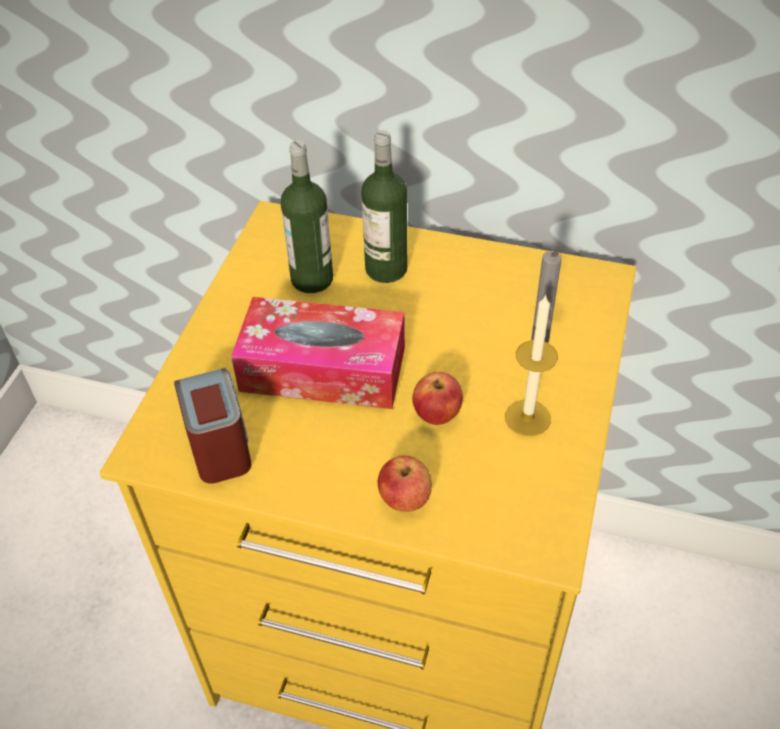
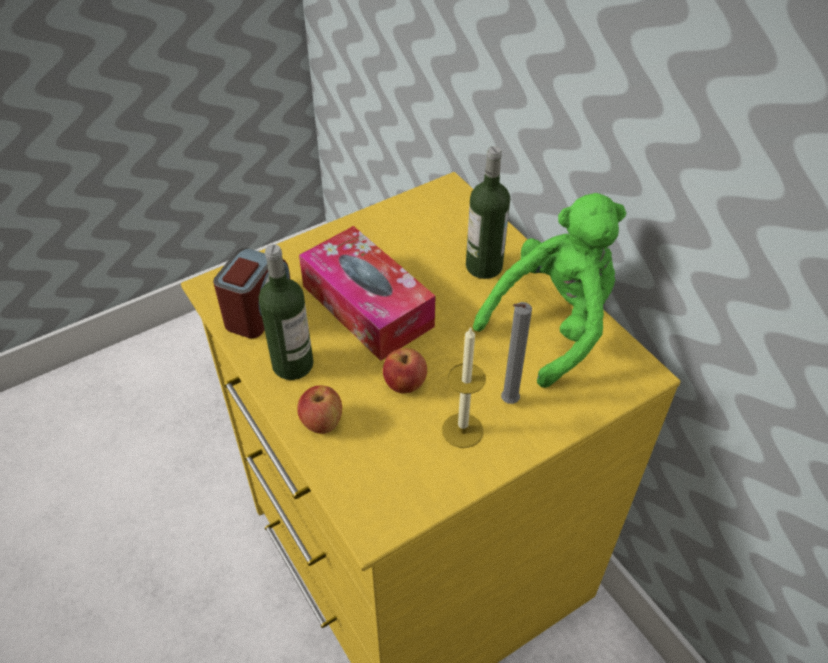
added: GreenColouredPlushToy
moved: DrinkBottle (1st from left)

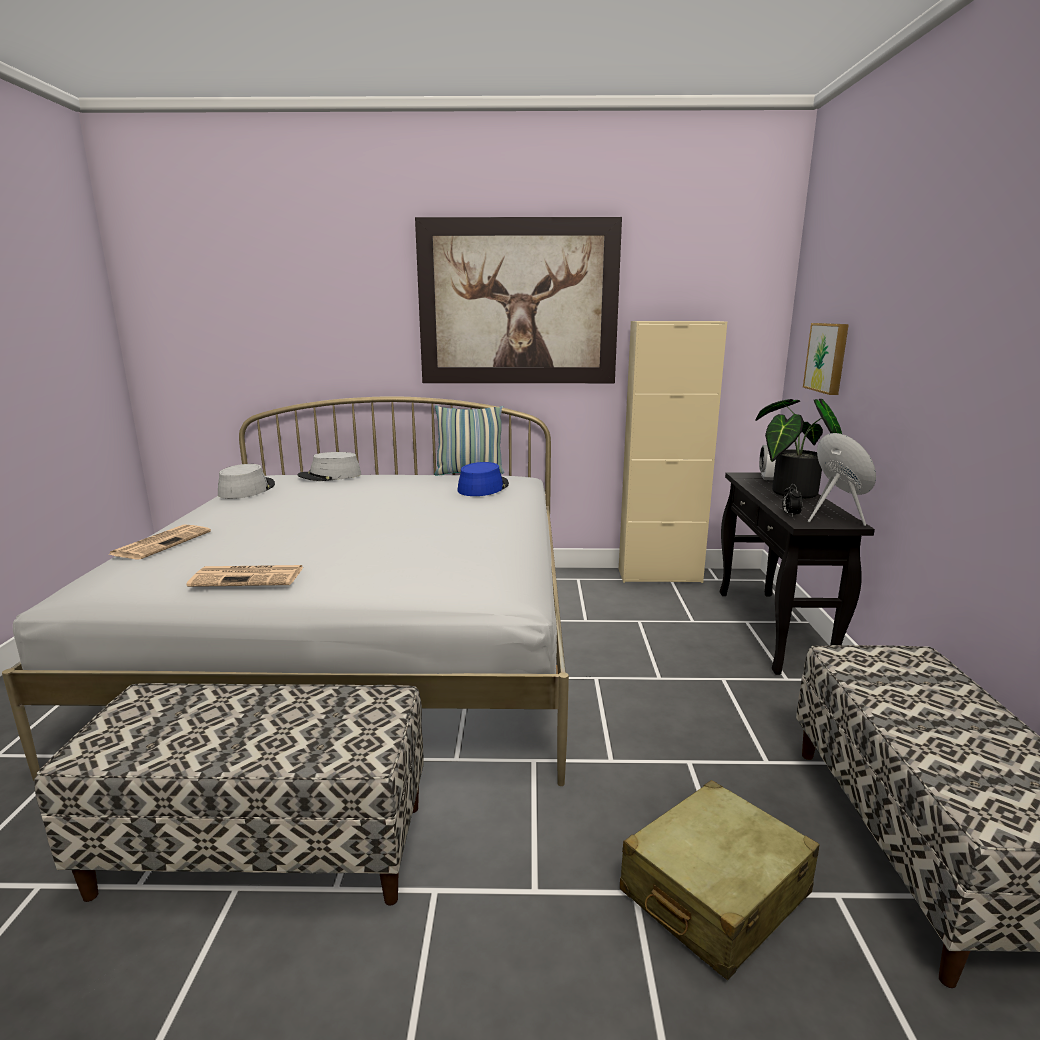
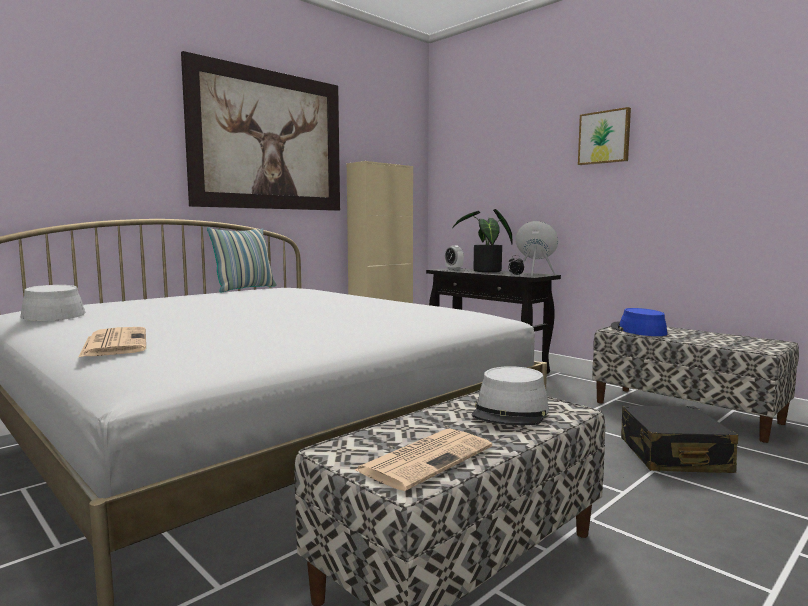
moved: PrintedPaper (2nd from left); GreyishWearableHat (2nd from left); Picture (2nd from left); BlueColouredWearableHat
recoloured: SandColouredSuitcase to BlackishSuitcase

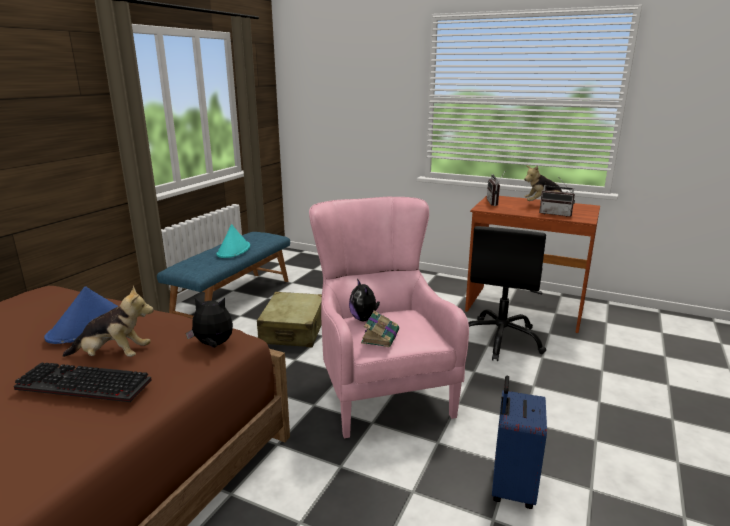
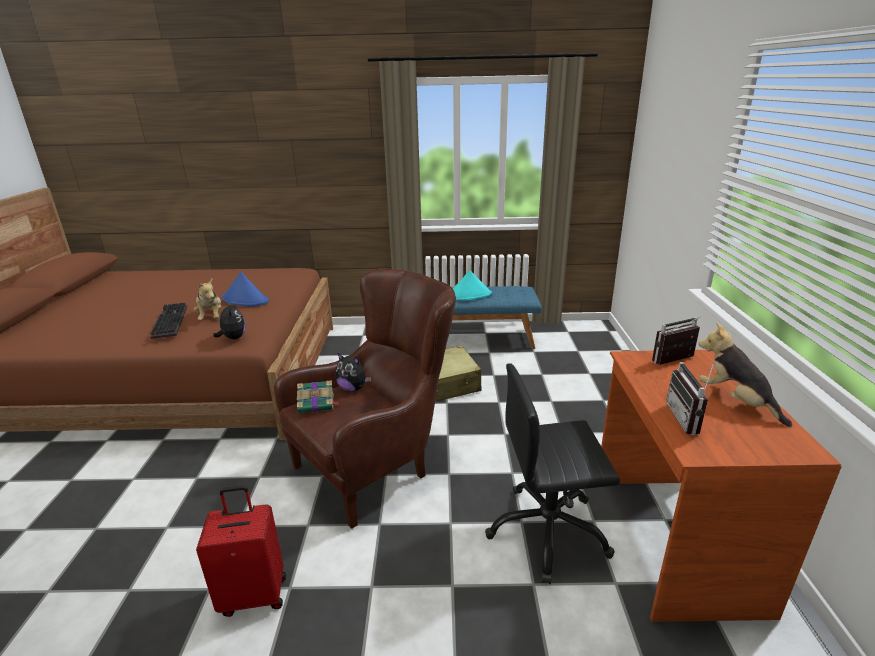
recoloured: BlueColouredSuitcase to RedSuitcase; PinkColouredArmchair to BrownColouredArmchair
turned: PlushToy (3rd from left) 105 degrees counterclockwise

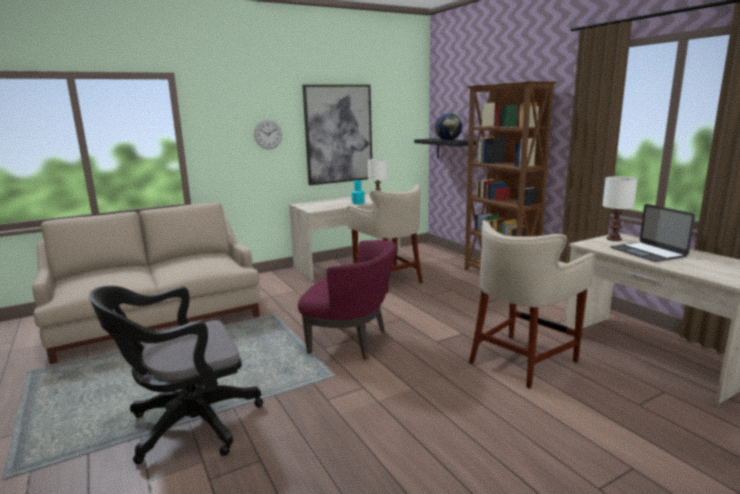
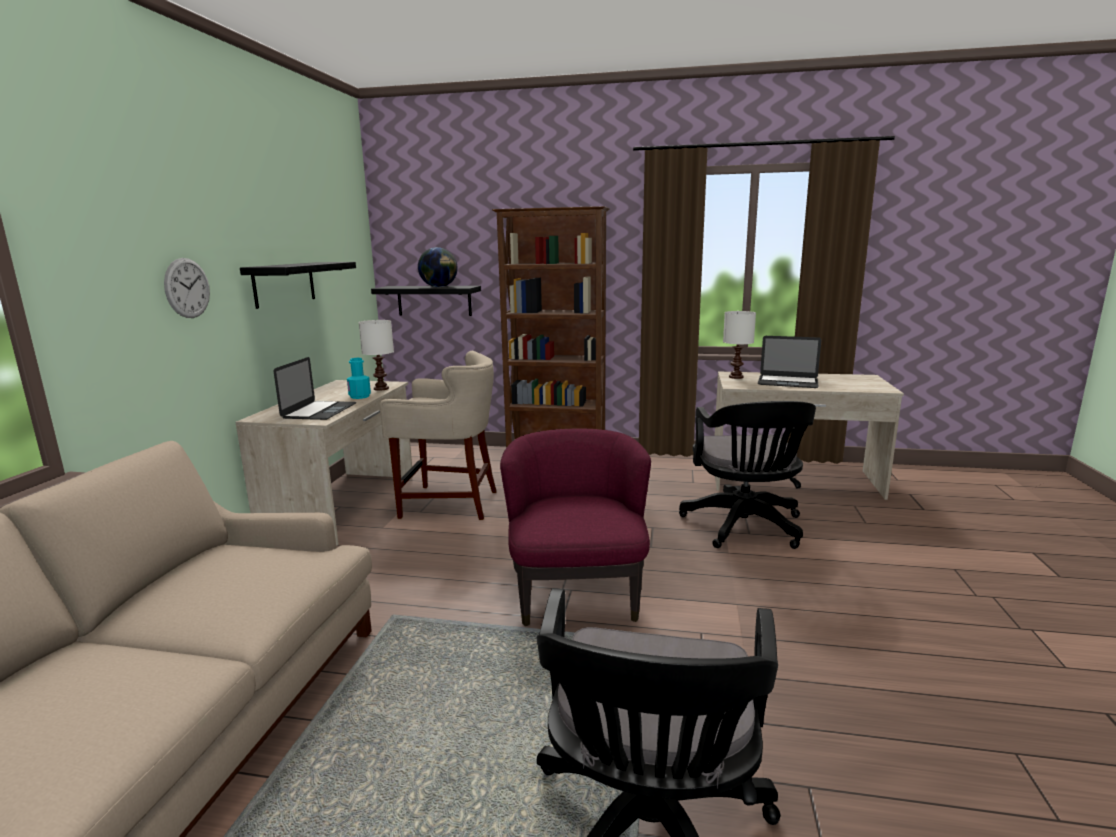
added: Laptop (1st from left)
replaced: Picture to BlackishBracketShelf (1st from left); SandColouredStoolSeat (2nd from left) to BlackishComputerChair (2nd from left)
turned: PurpleColouredArmchair 60 degrees counterclockwise

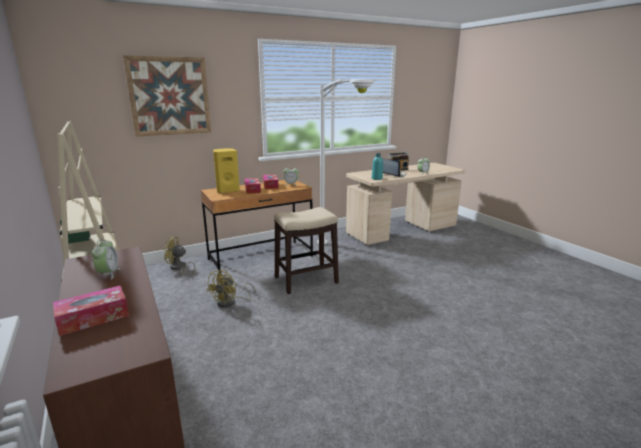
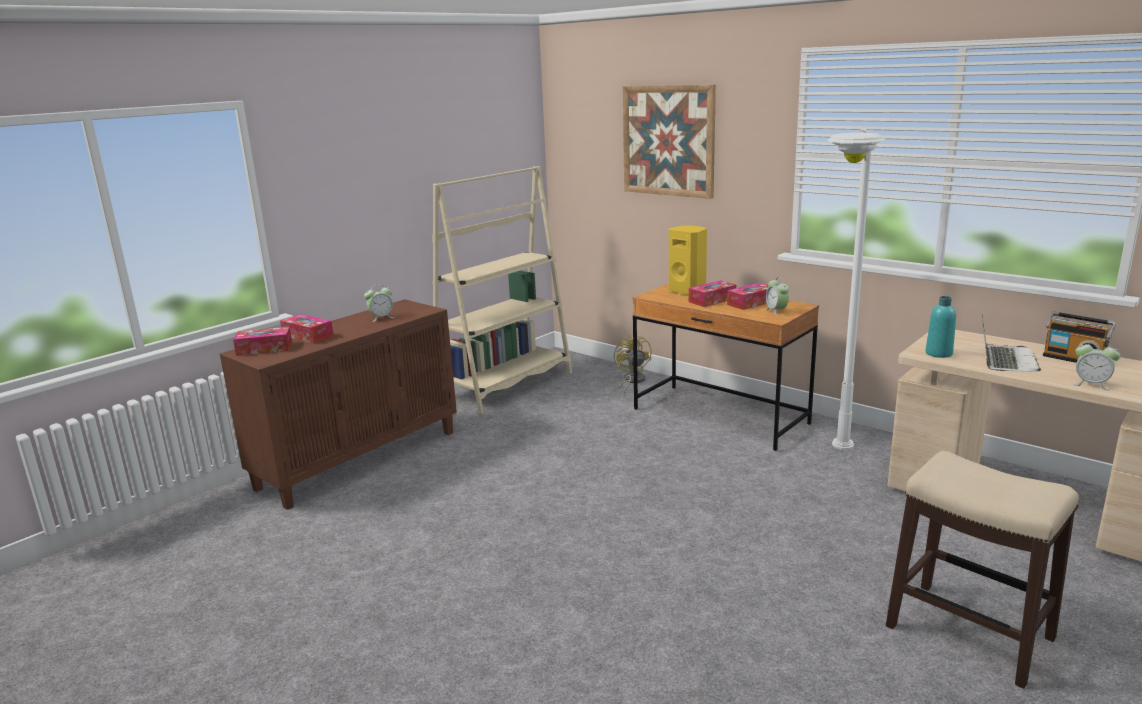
removed: YellowFan (2nd from left)
added: TissueHolder (1st from left)
moved: StoolSeat

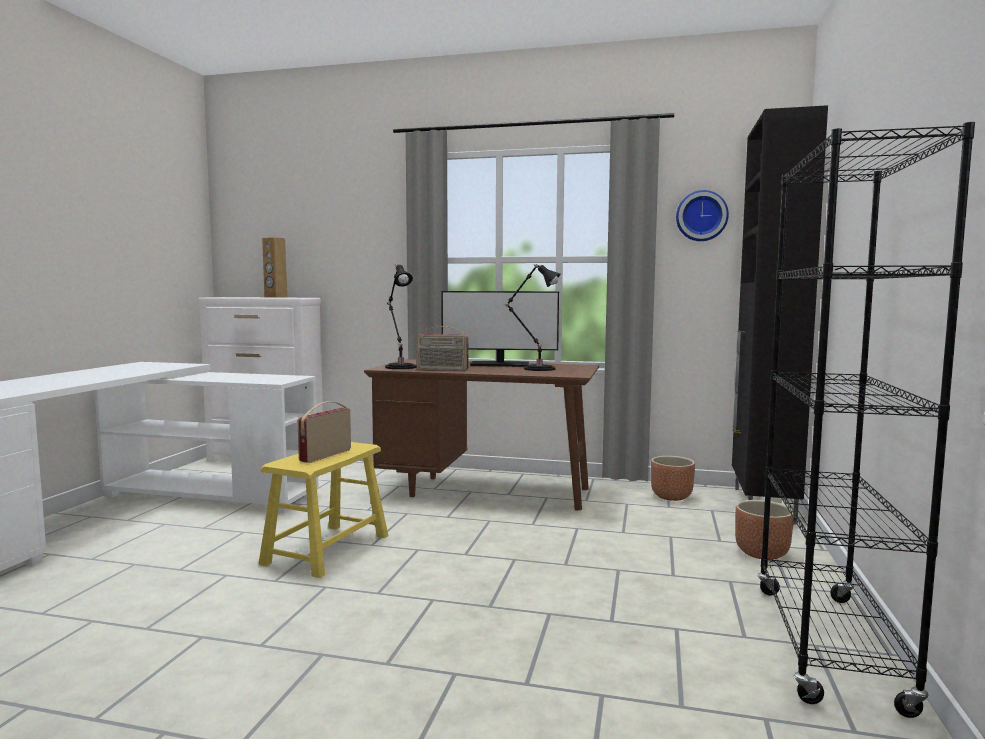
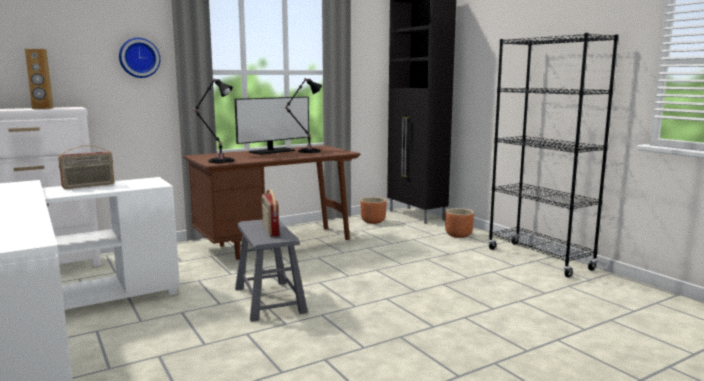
moved: RadioSet (2nd from left in the first image) to RadioSet (1st from left); HangingClock
recoloured: YellowStoolSeat to GreyishStoolSeat

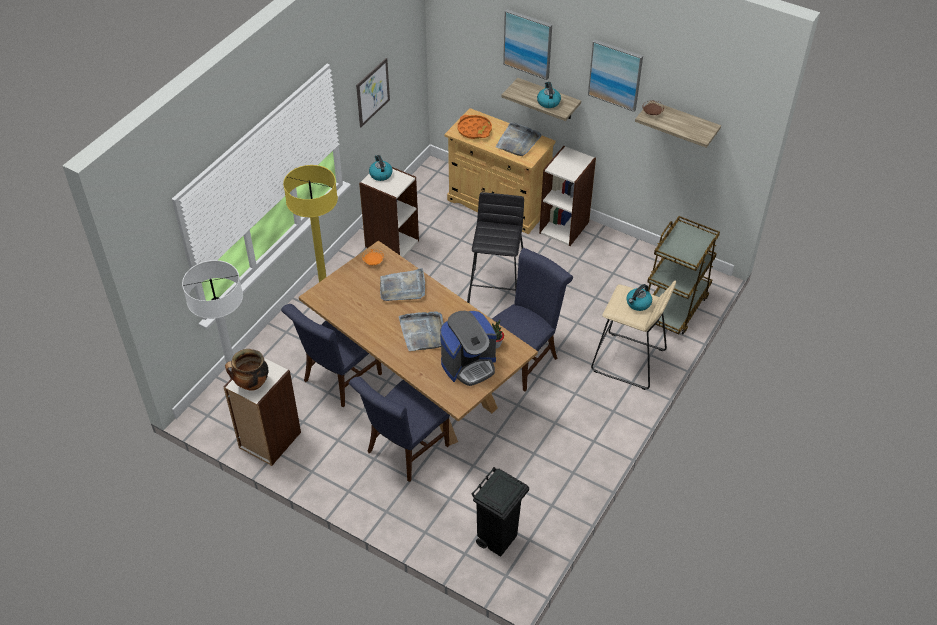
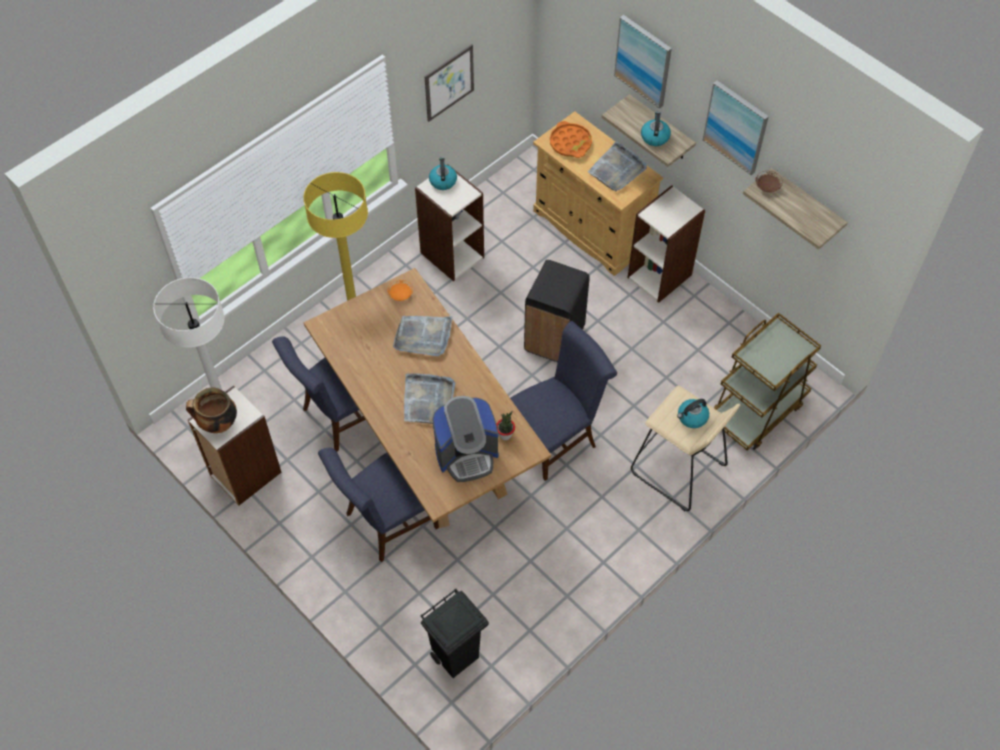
replaced: BlackishStoolSeat to BlackishWasteBin (2nd from left)

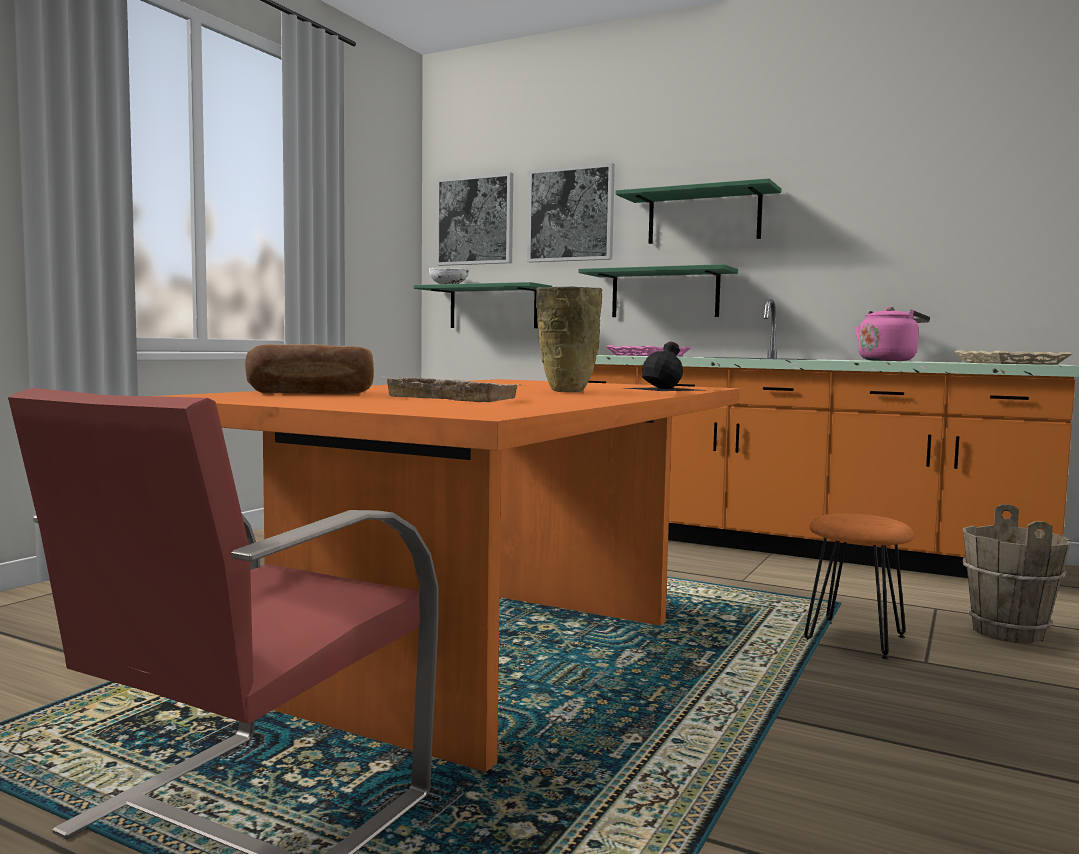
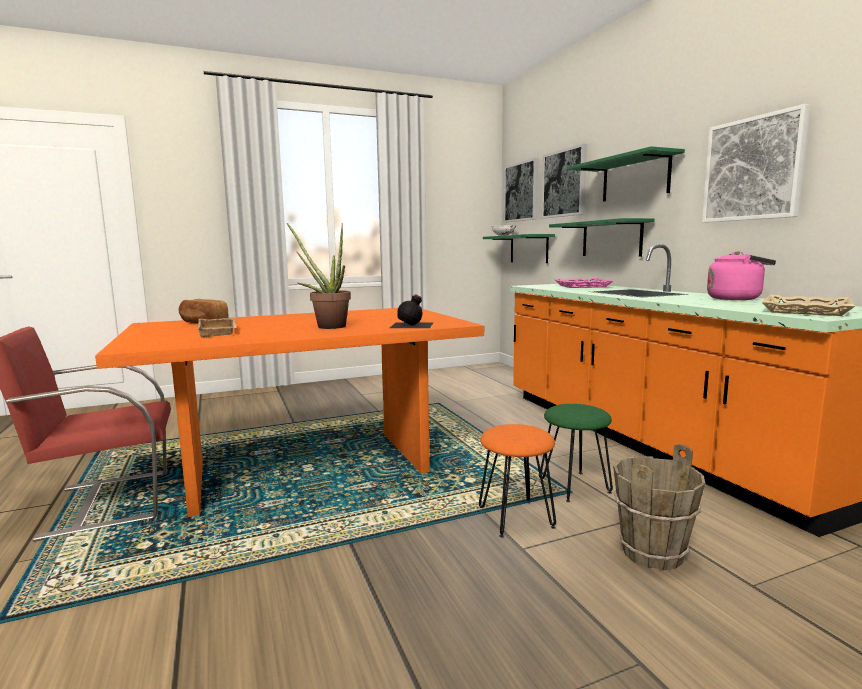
added: GreenColouredStoolSeat; Picture (3rd from left)
replaced: SandColouredDecorativeVase to Houseplant

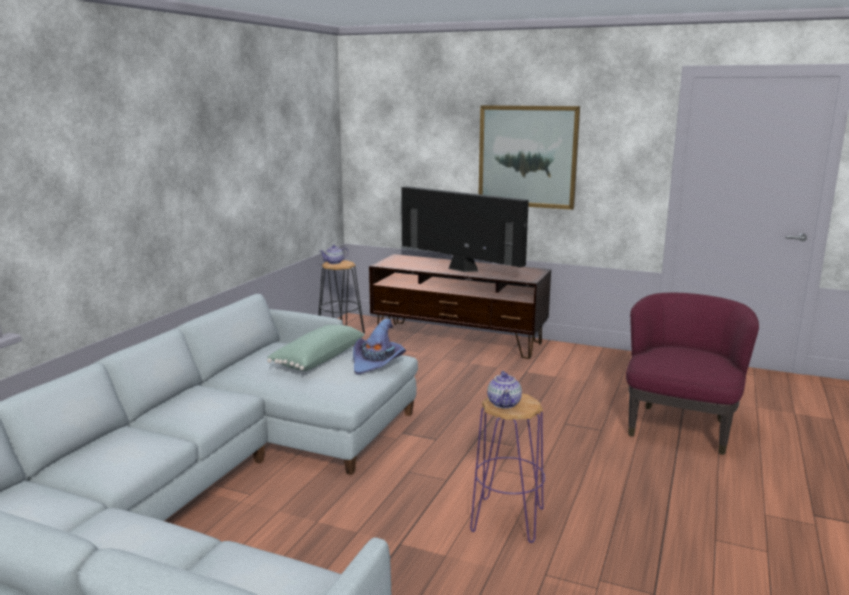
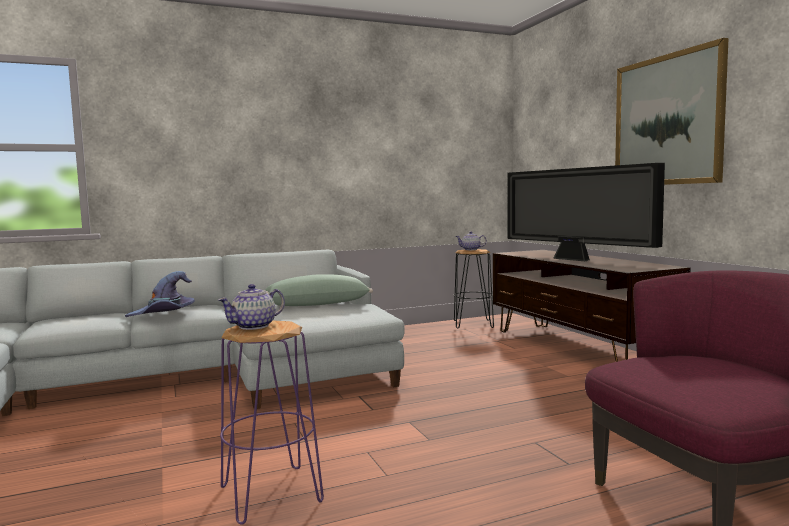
moved: PurpleColouredWearableHat
turned: Television 150 degrees clockwise

